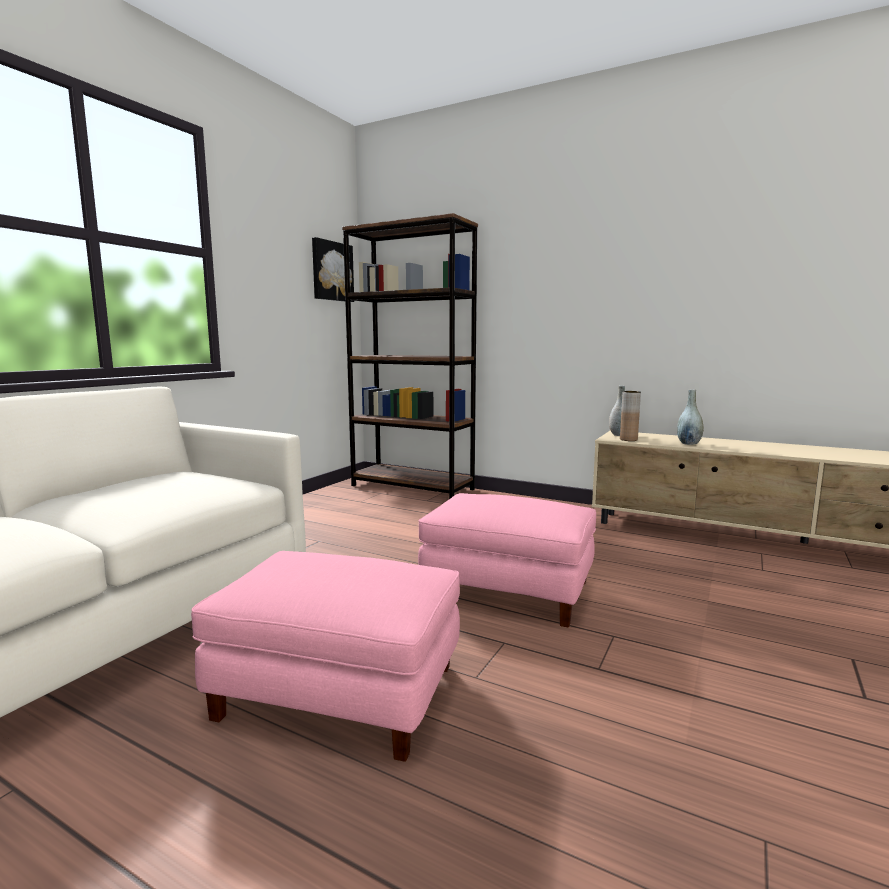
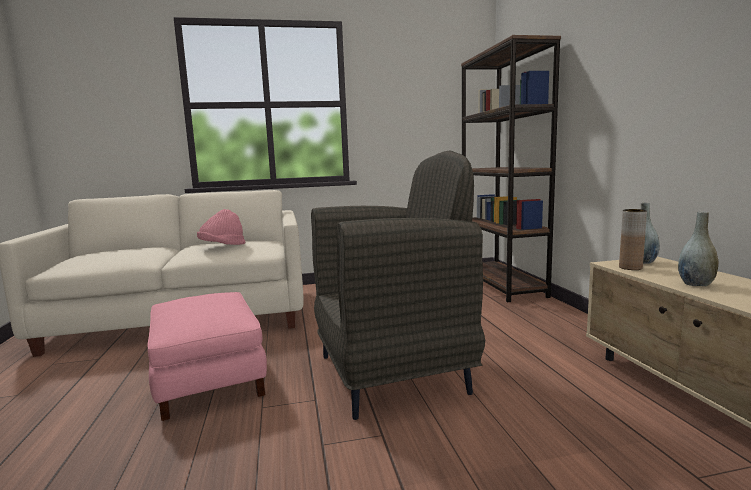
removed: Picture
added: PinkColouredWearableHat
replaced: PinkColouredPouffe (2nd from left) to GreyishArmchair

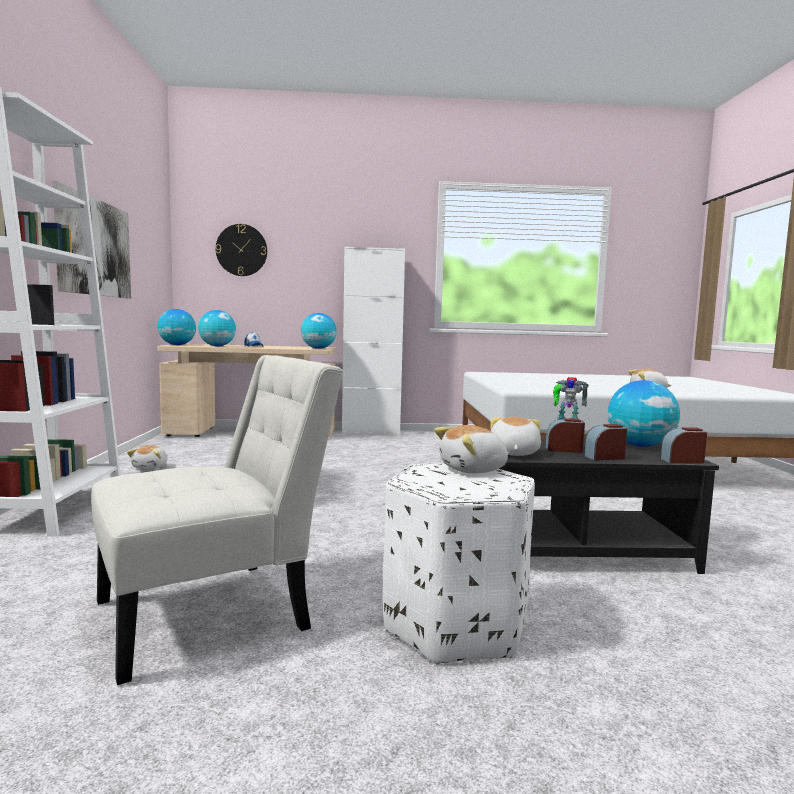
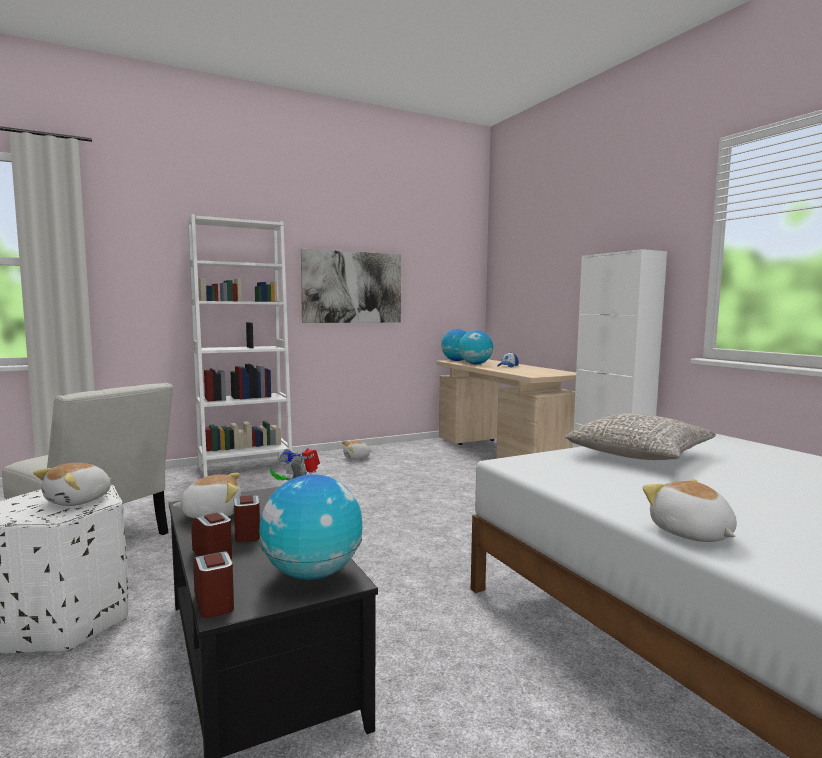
removed: HangingClock; DeskGlobe (3rd from left)
added: GreyishCushion
turned: PlushToy (2nd from left in the first image) 105 degrees counterclockwise

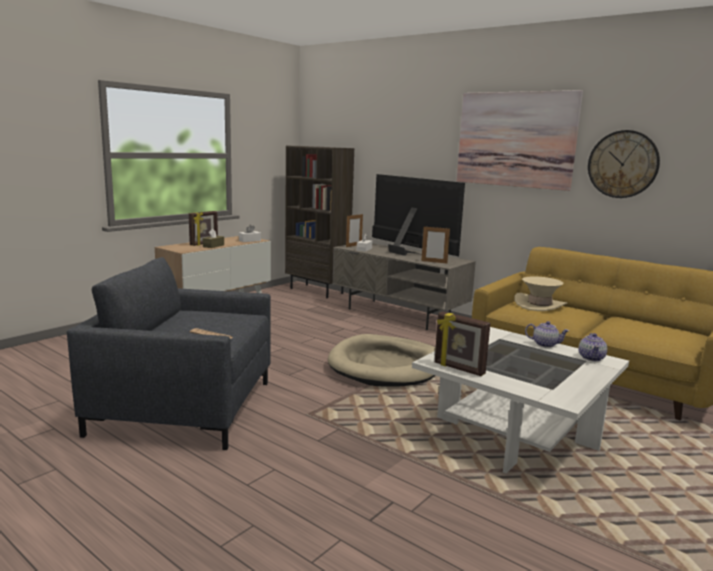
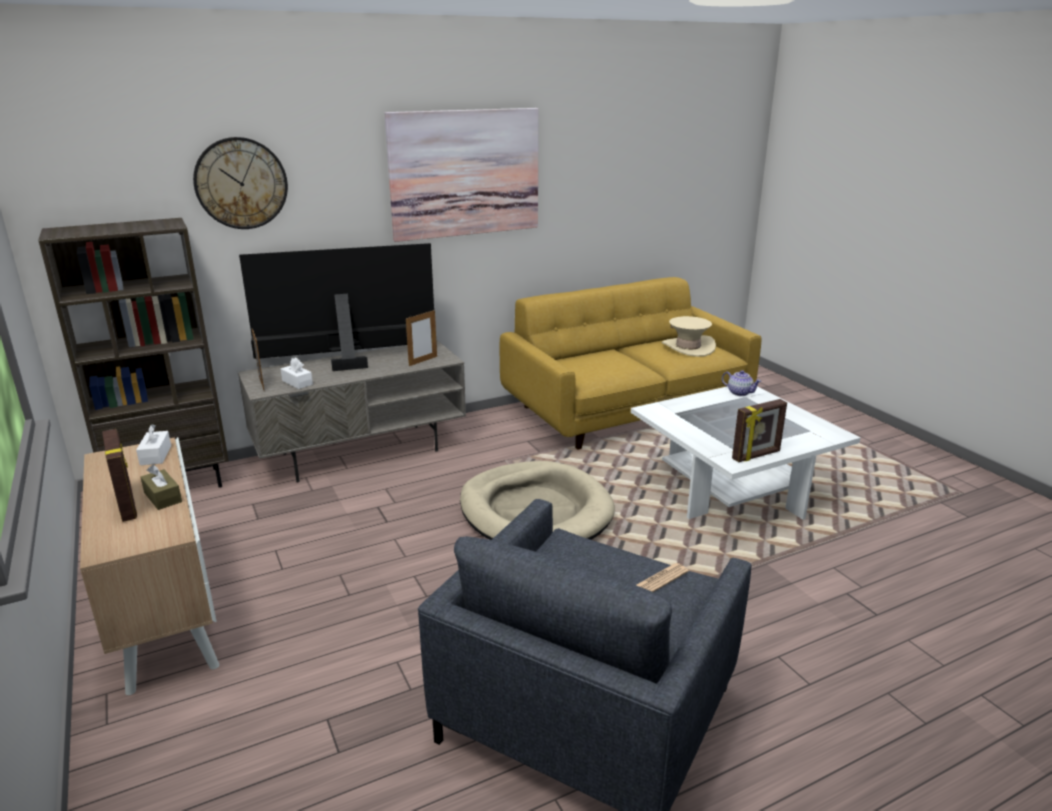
removed: PotForTea (1st from left)
moved: HangingClock; SandColouredWearableHat

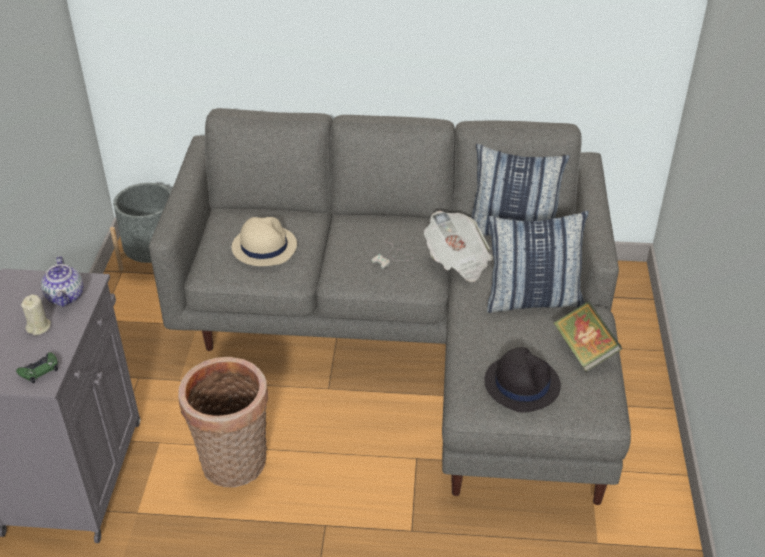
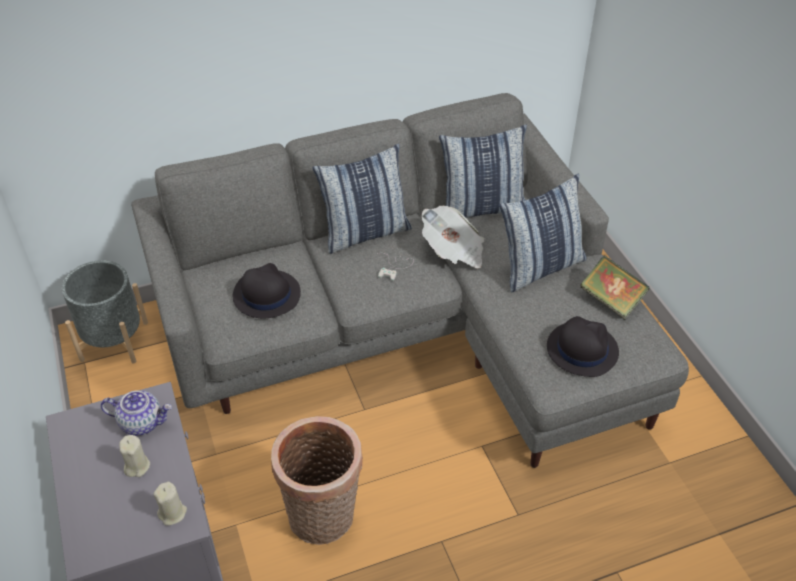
added: Cushion (1st from left)
replaced: GreenColouredGameController to SandColouredCandle (2nd from left)
recoloured: SandColouredWearableHat to BlackishWearableHat (1st from left)
turned: PotForTea 45 degrees counterclockwise

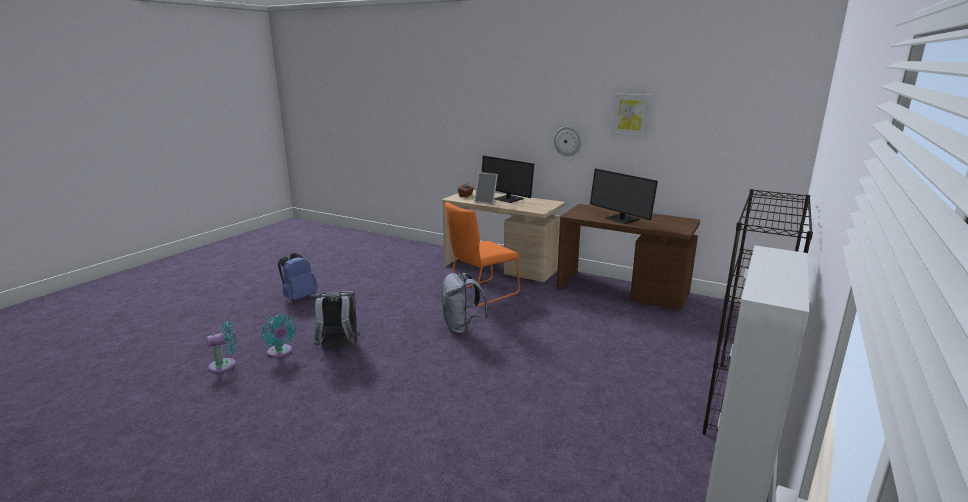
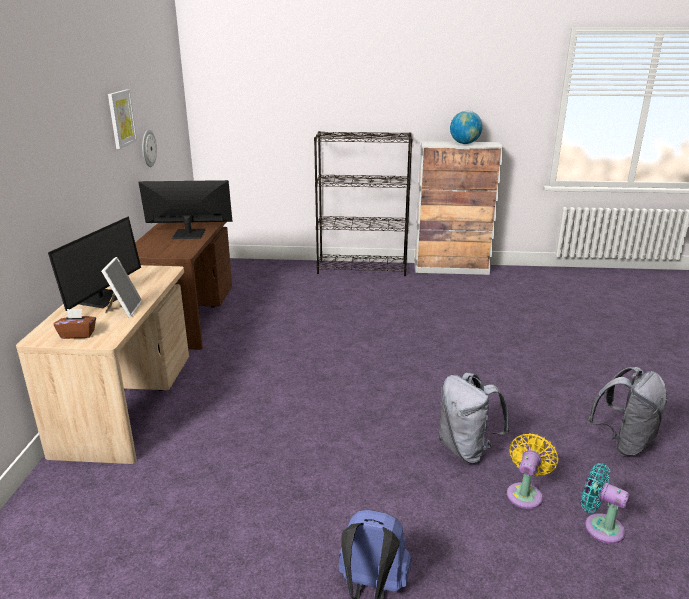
removed: OrangeColouredUprightChair
added: DeskGlobe
moved: HangingClock; GreyishRucksack (2nd from left)
recoloured: TurquoiseFan (2nd from left) to YellowFan
turned: Monitor (2nd from left) 120 degrees counterclockwise

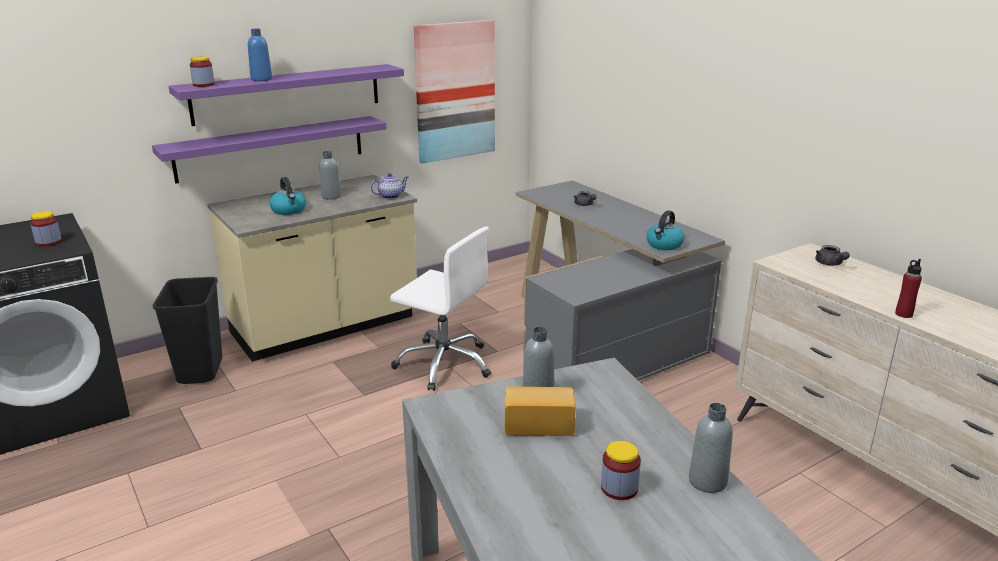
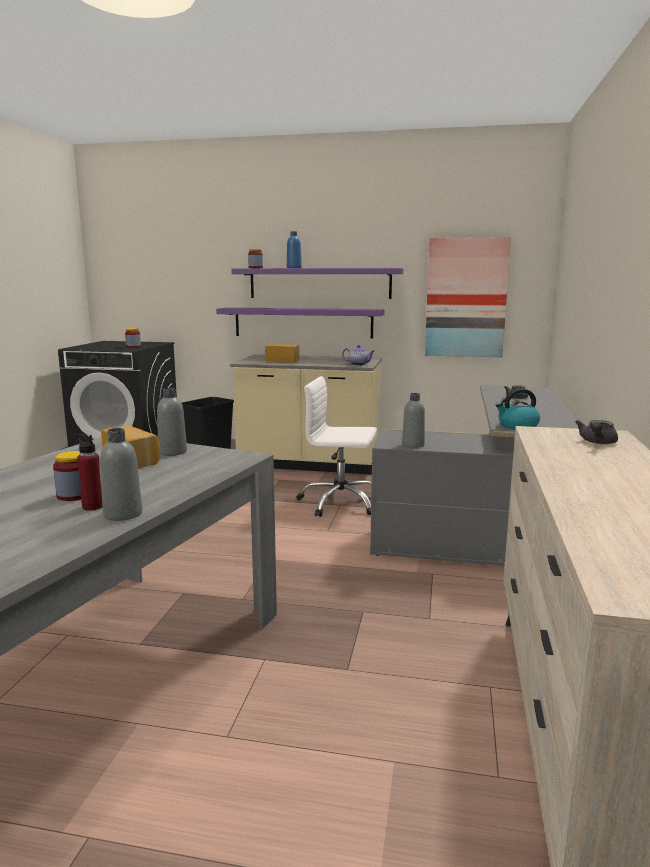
moved: RedDrinkBottle; GreyishDrinkBottle (1st from left in the first image) to GreyishDrinkBottle (3rd from left)
replaced: TeaKettle (1st from left) to BakedBread (2nd from left)
turned: WhiteComputerChair 120 degrees clockwise

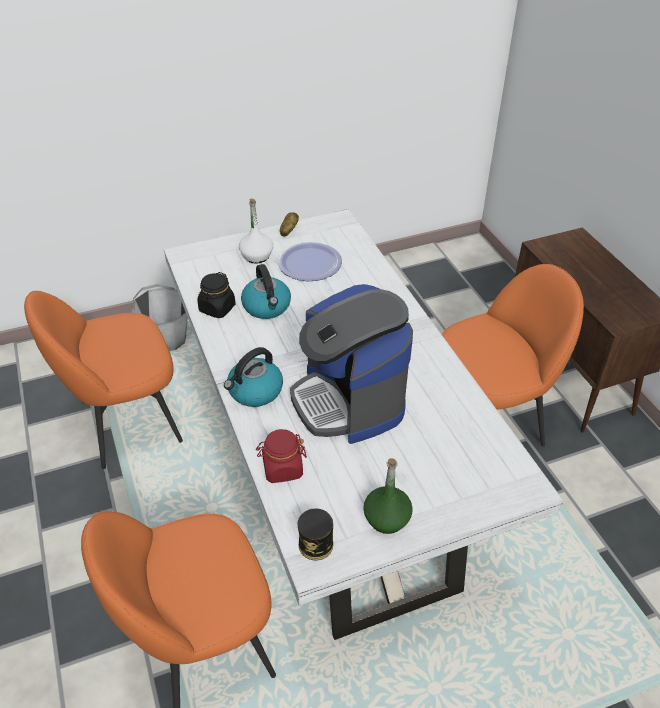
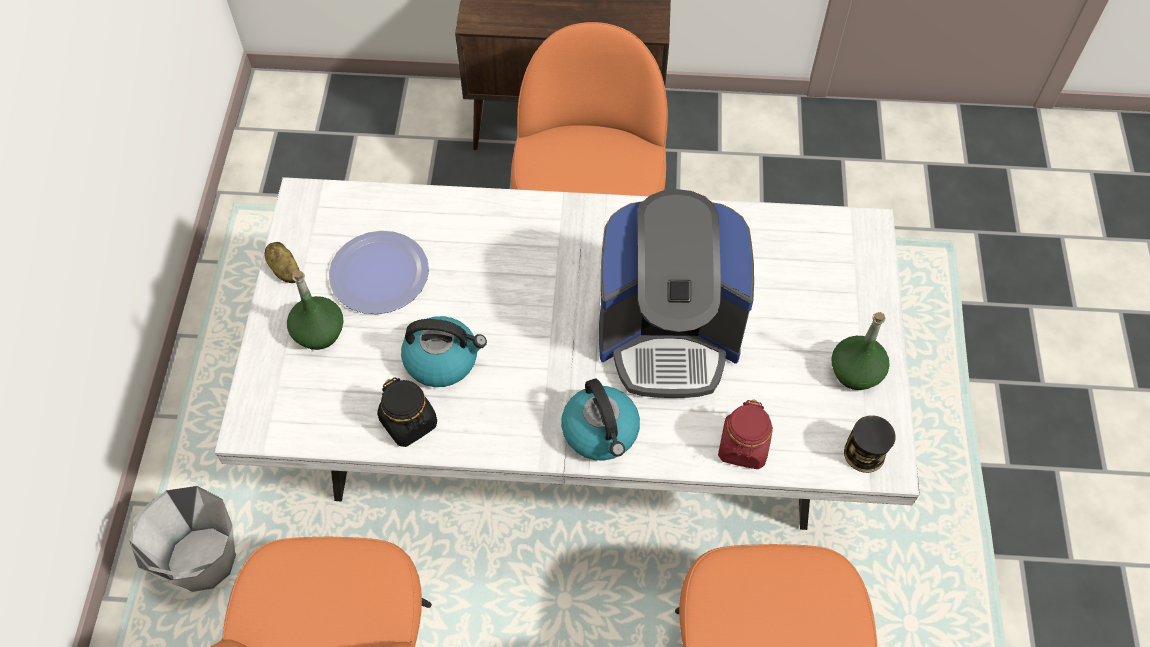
recoloured: WhiteDrinkBottle to GreenColouredDrinkBottle (1st from left)

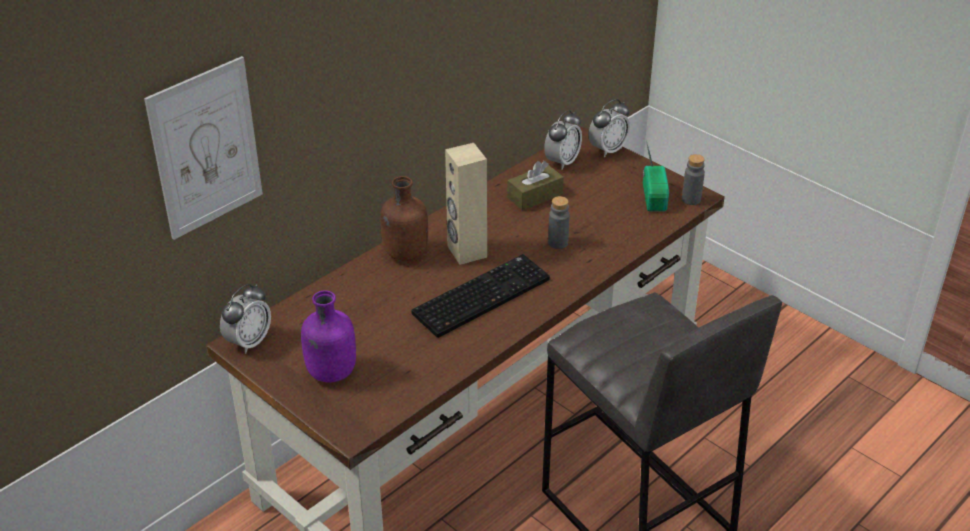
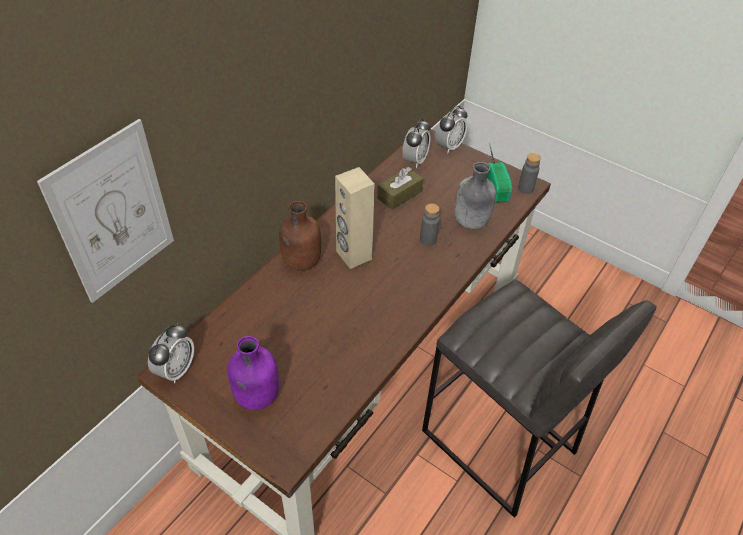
removed: PcKeyboard
added: GreyishDrinkBottle (2nd from left)

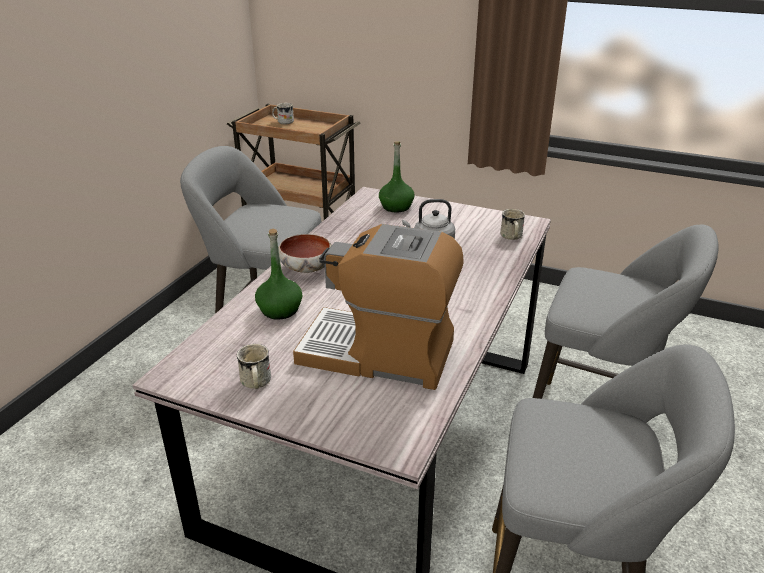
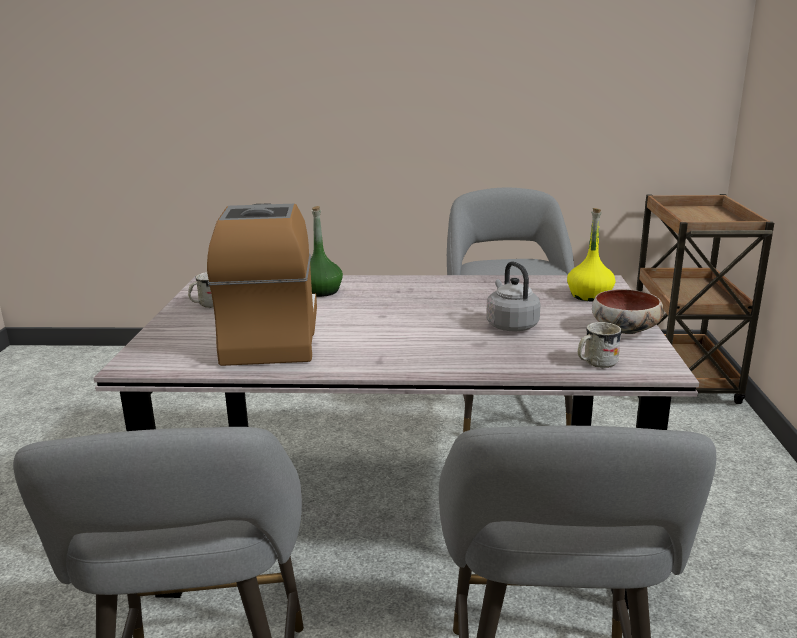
removed: WhiteTeaMug (2nd from left)
moved: Bowl
recoloured: GreenColouredDrinkBottle (2nd from left) to YellowDrinkBottle

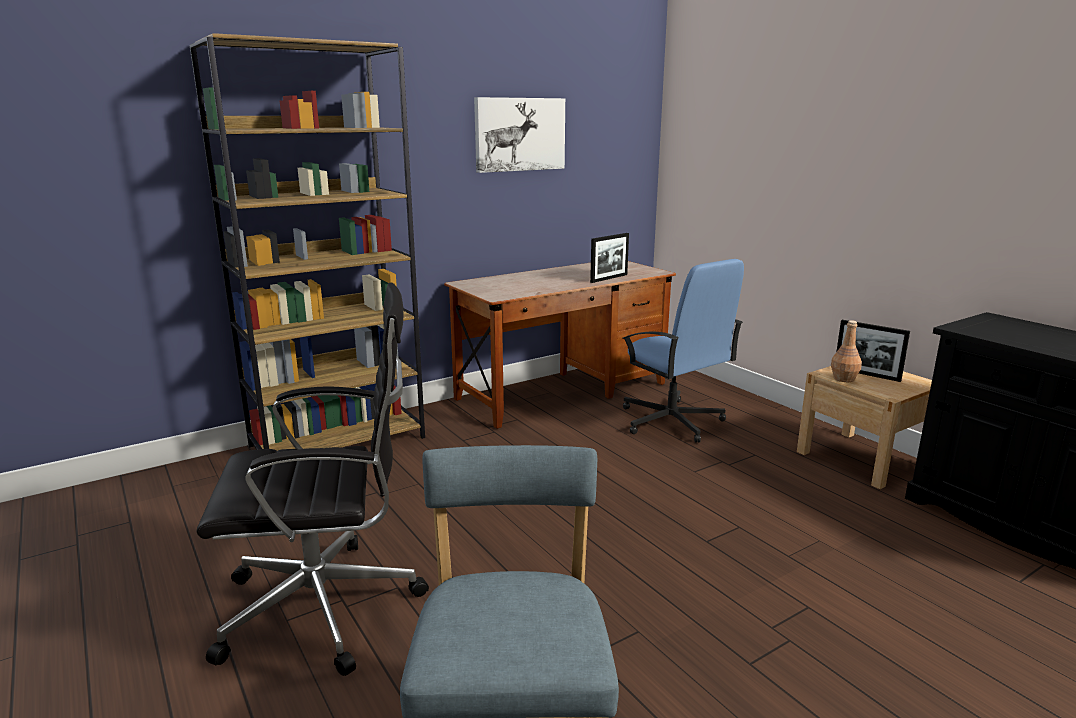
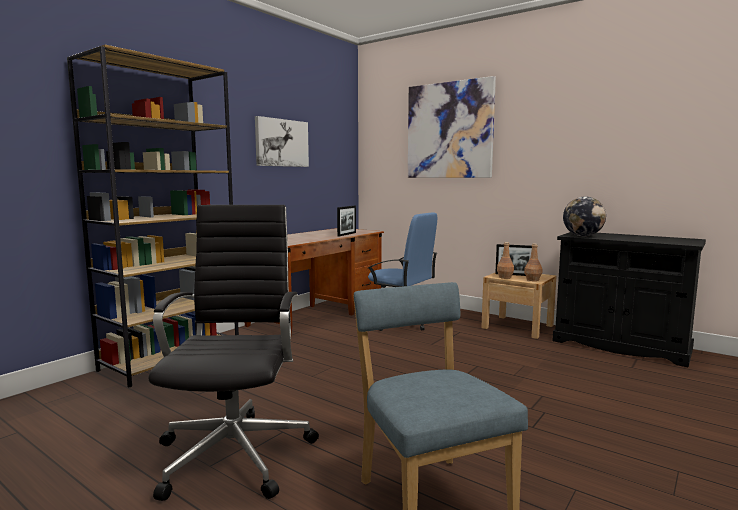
added: Picture (2nd from left); BrownColouredDrinkBottle (2nd from left); DeskGlobe
turned: BlackishComputerChair 60 degrees counterclockwise

